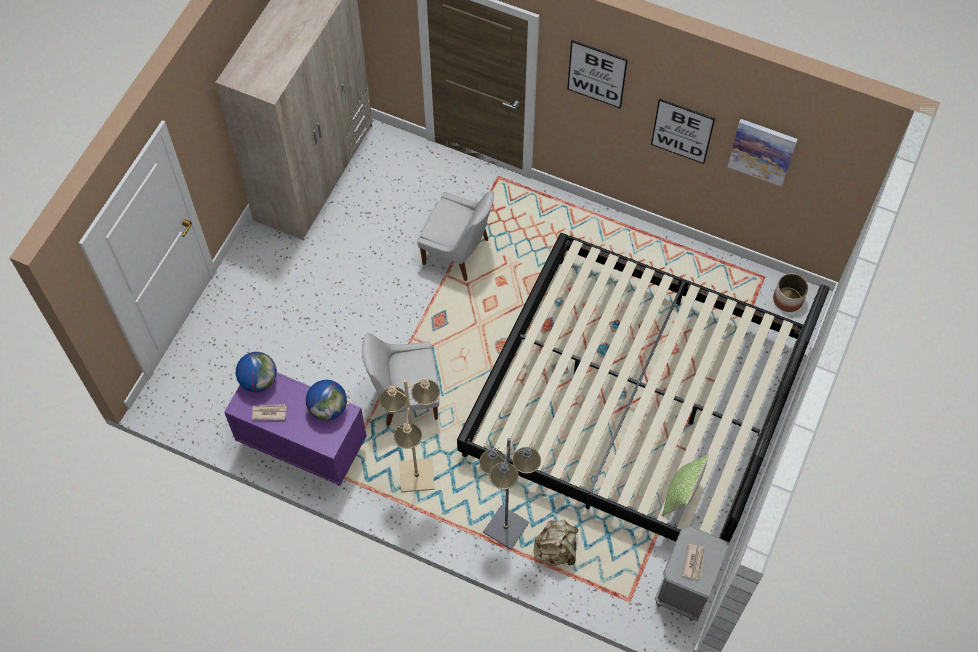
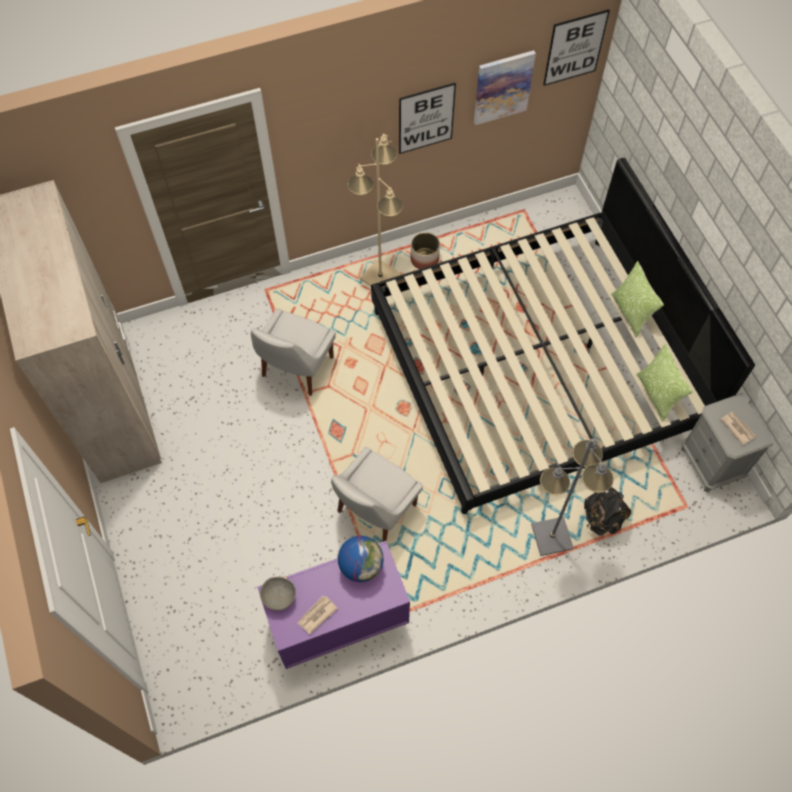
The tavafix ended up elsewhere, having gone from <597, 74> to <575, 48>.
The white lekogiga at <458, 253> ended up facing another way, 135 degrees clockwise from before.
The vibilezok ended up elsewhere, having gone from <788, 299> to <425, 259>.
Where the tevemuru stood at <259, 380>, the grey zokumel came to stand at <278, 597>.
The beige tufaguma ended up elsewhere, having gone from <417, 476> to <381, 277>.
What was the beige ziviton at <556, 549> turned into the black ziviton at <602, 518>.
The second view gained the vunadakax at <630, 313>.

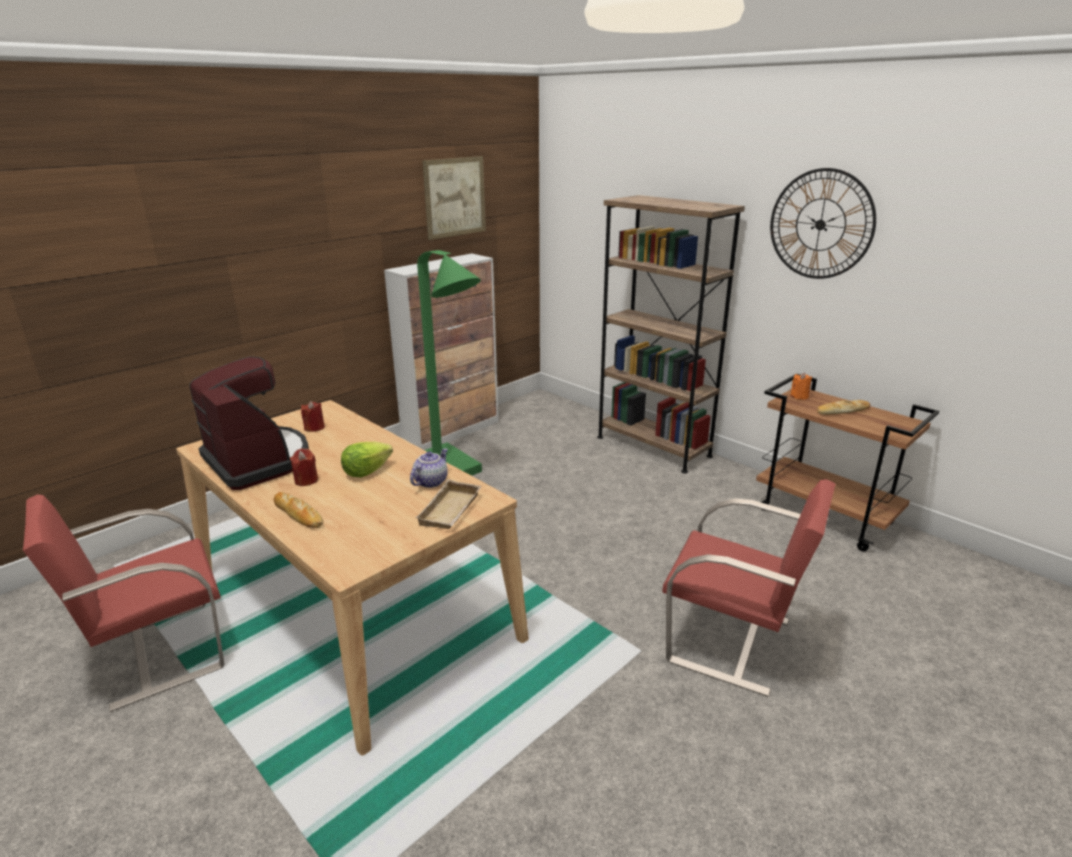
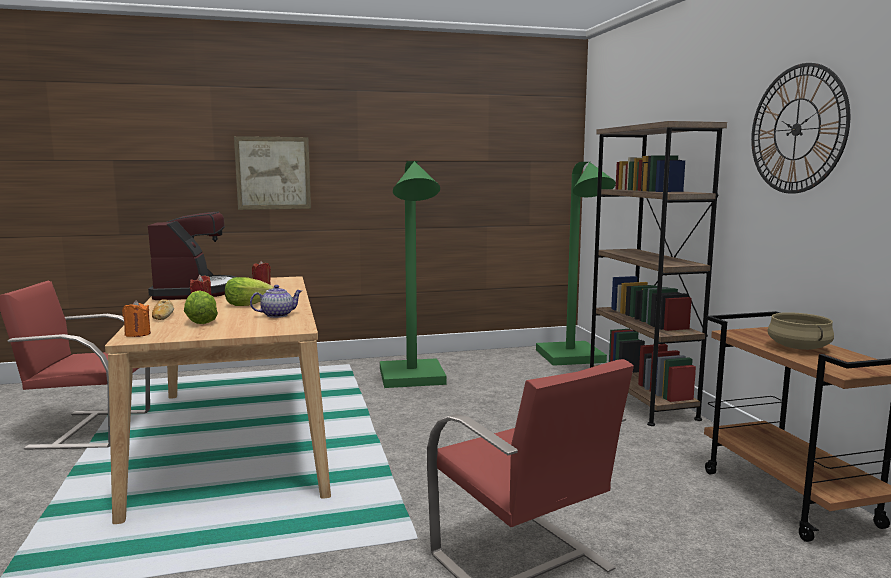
The tavafix ended up elsewhere, having gone from <454, 197> to <273, 173>.
The second view lost the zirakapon at <452, 432>.
The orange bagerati ended up elsewhere, having gone from <799, 396> to <137, 334>.
Where the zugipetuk stood at <842, 411>, the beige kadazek came to stand at <799, 347>.
The second view lost the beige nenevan at <451, 511>.
The second view gained the green tufaguma at <574, 359>.
The second view gained the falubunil at <200, 322>.

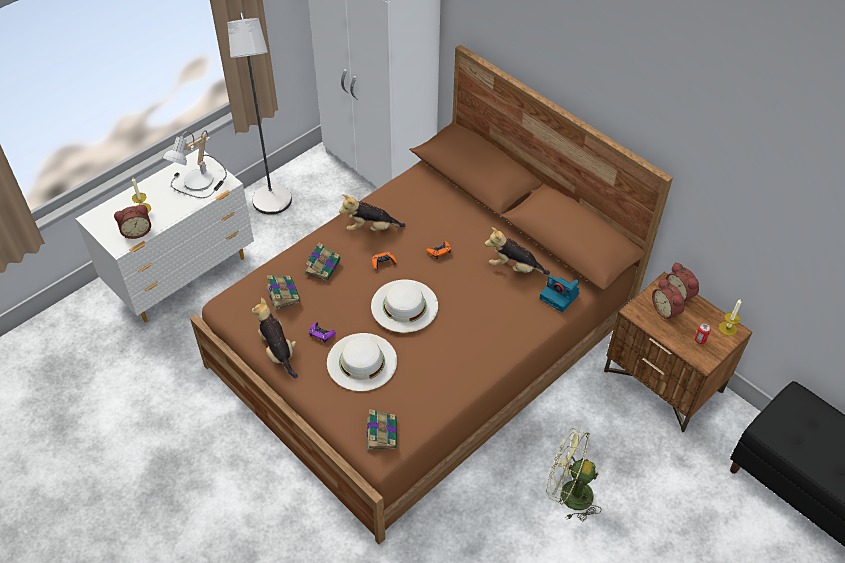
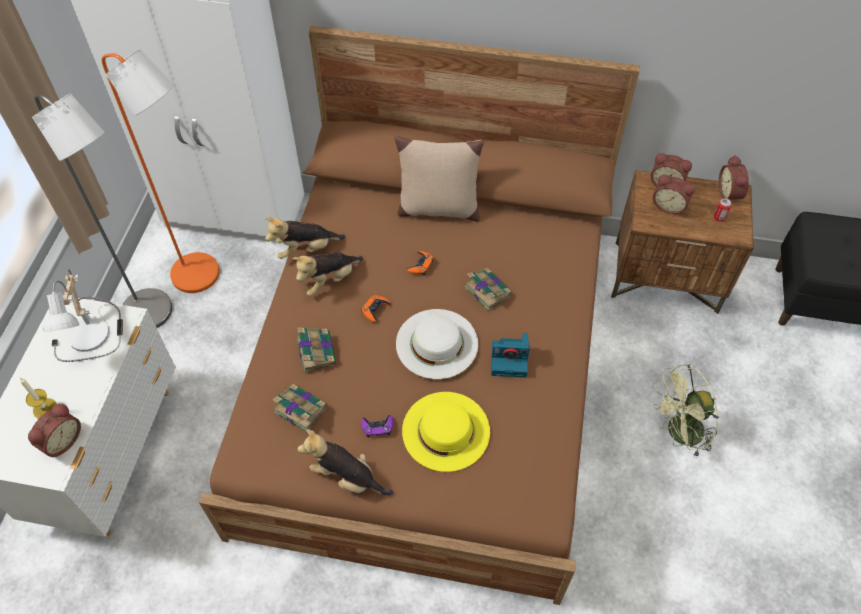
The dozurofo ended up elsewhere, having gone from <514, 267> to <306, 249>.
The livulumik ended up elsewhere, having gone from <560, 296> to <510, 359>.
Where the bagerati stood at <727, 328>, the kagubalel came to stand at <730, 193>.
What was the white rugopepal at <362, 361> turned into the yellow rugopepal at <445, 430>.
The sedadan ended up elsewhere, having gone from <381, 433> to <487, 290>.
The second view gained the orange tufaguma at <203, 277>.
The second view gained the beige vunadakax at <437, 208>.

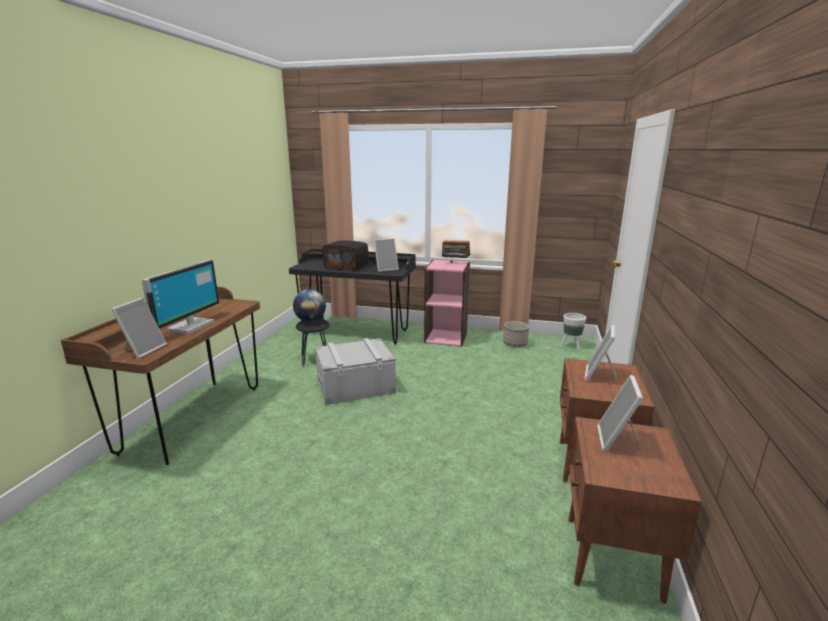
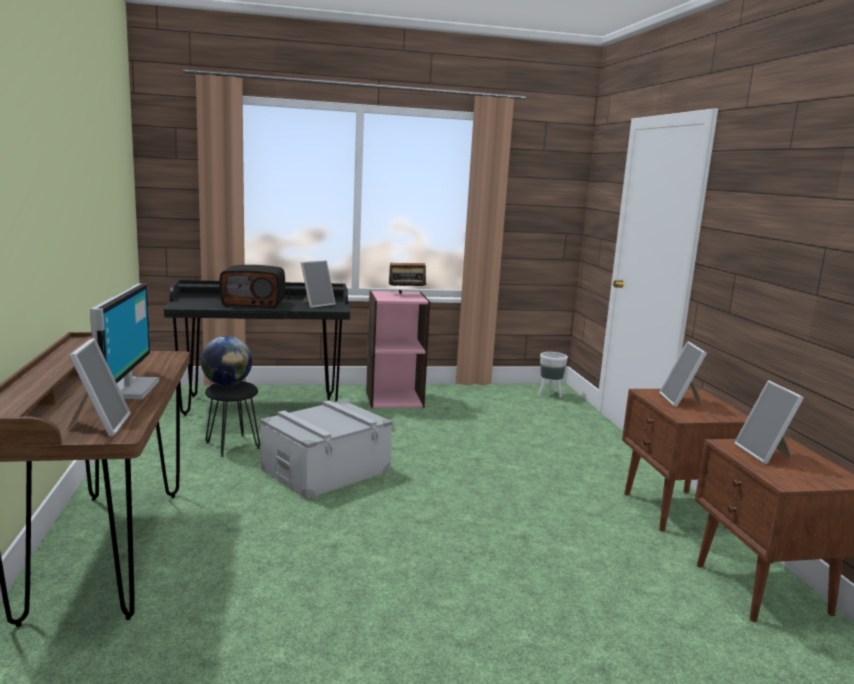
The second view lost the vibilezok at <515, 344>.

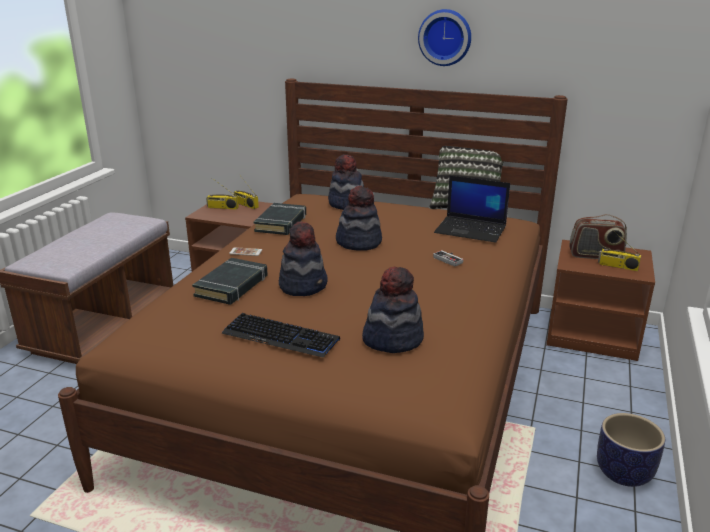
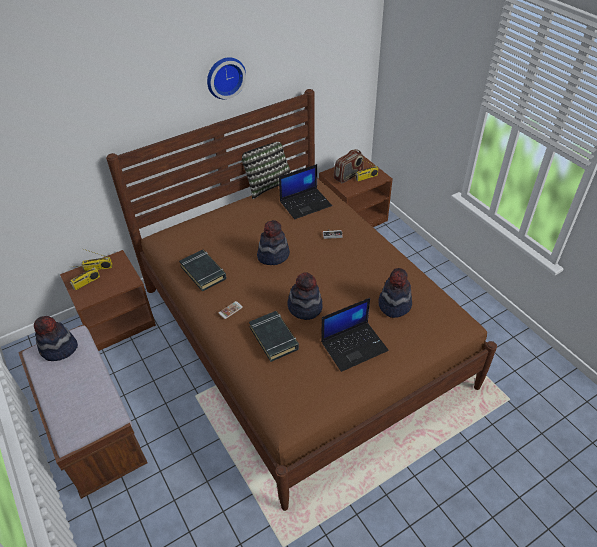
The rugopepal ended up elsewhere, having gone from <347, 204> to <59, 349>.
Where the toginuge stood at <281, 337>, the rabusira came to stand at <354, 345>.
The second view lost the vibilezok at <623, 472>.

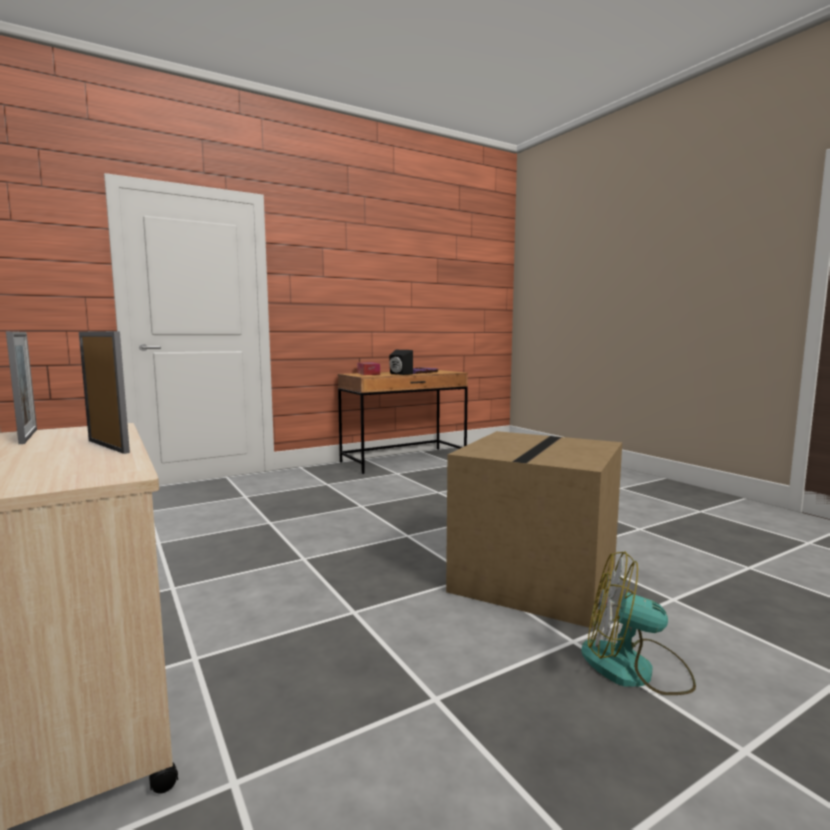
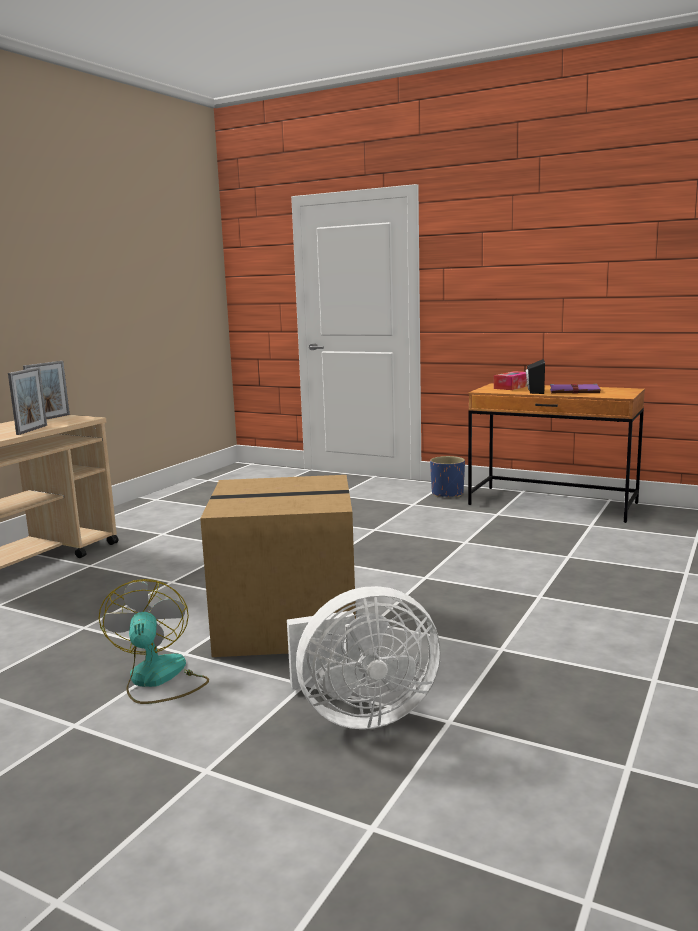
The second view gained the blue vibilezok at <447, 494>.
The second view gained the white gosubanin at <360, 714>.

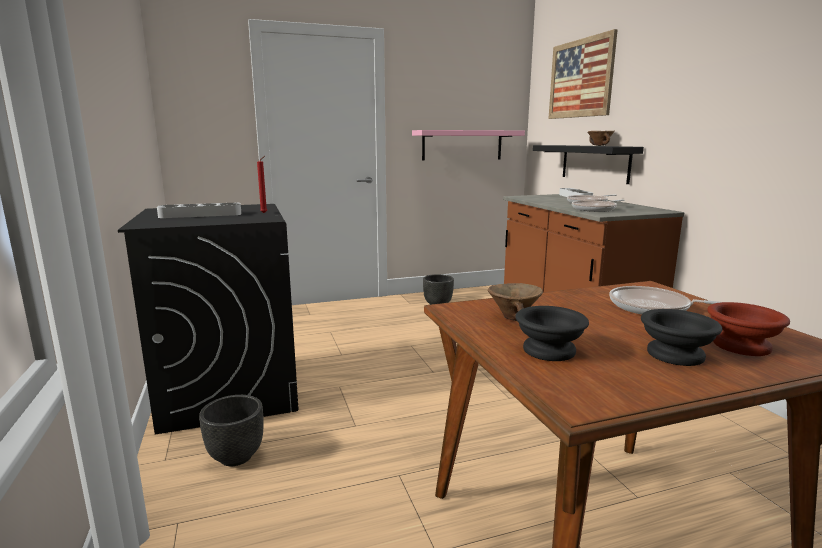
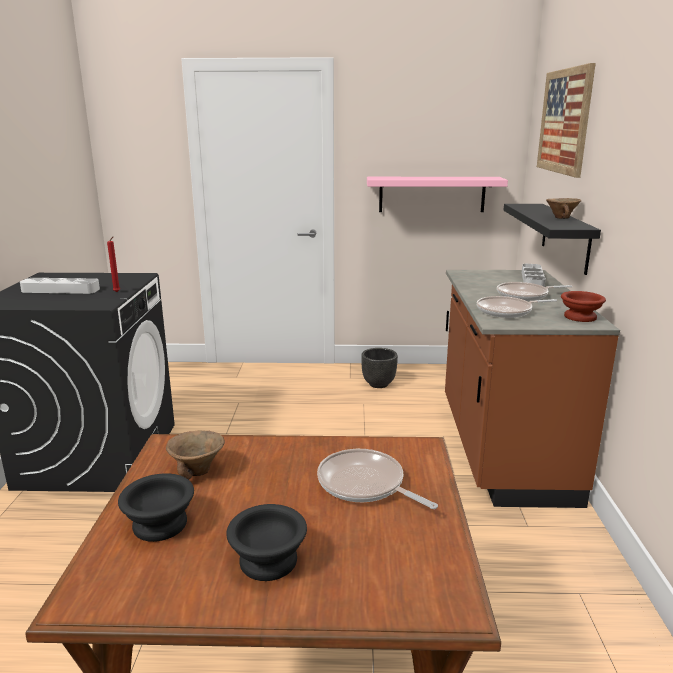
The brown zokumel ended up elsewhere, having gone from <739, 345> to <579, 316>.
The second view lost the black vibilezok at <235, 457>.

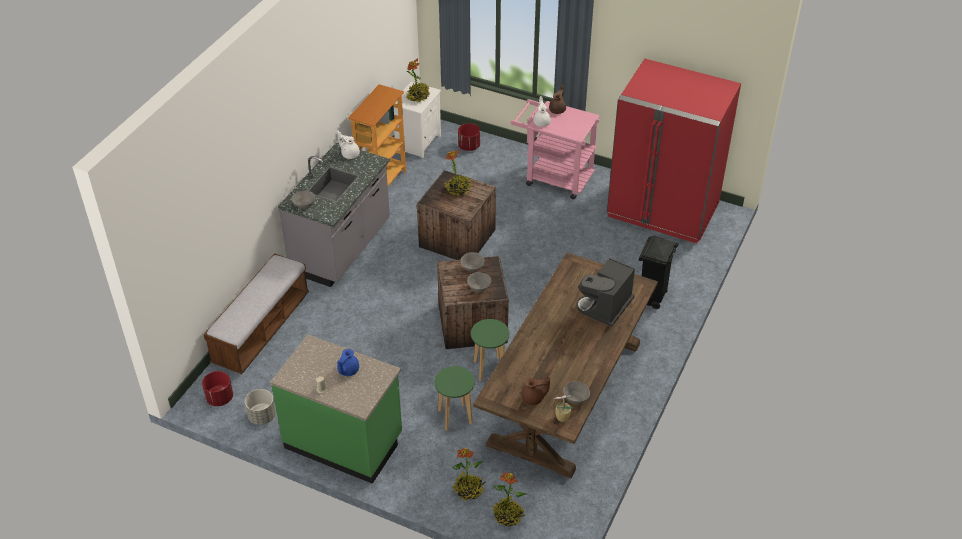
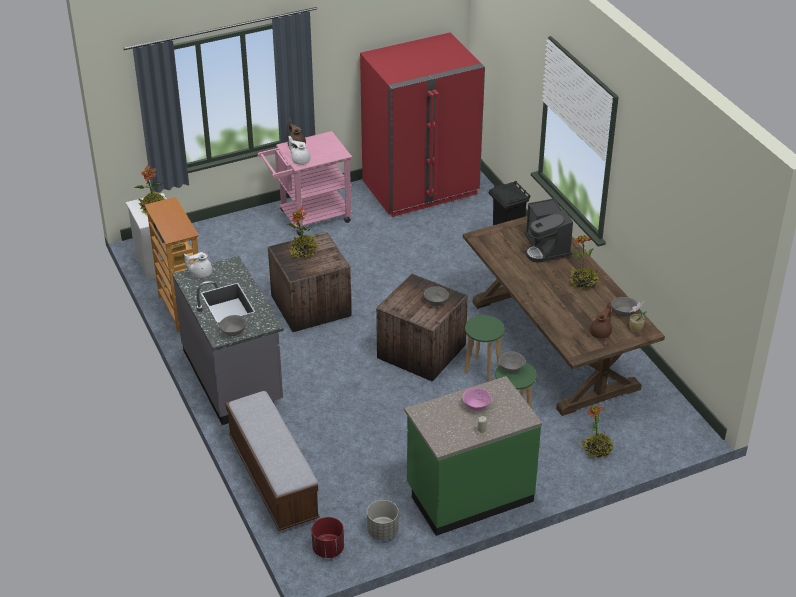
The second view lost the red vibilezok at <469, 146>.
The grey zokumel ended up elsewhere, having gone from <472, 267> to <511, 368>.
Where the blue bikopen stood at <347, 370>, the pink zokumel came to stand at <476, 406>.
The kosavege ended up elsewhere, having gone from <508, 515> to <583, 282>.

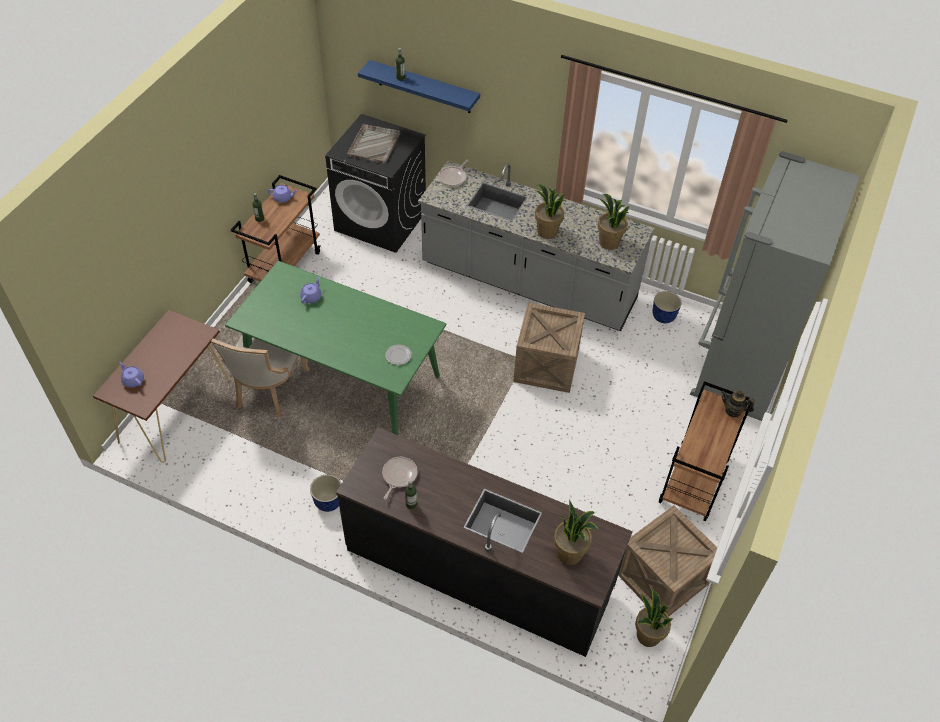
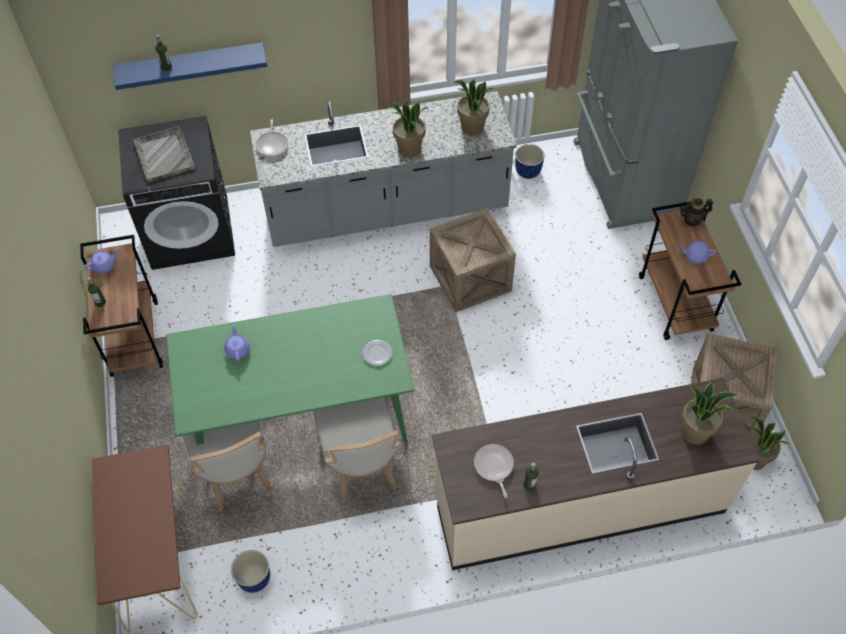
The purple bikopen ended up elsewhere, having gone from <133, 380> to <695, 256>.
What was the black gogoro at <479, 569> turned into the beige gogoro at <578, 502>.
The vibilezok ended up elsewhere, having gone from <329, 502> to <255, 579>.
The second view gained the beige lekogiga at <361, 465>.

